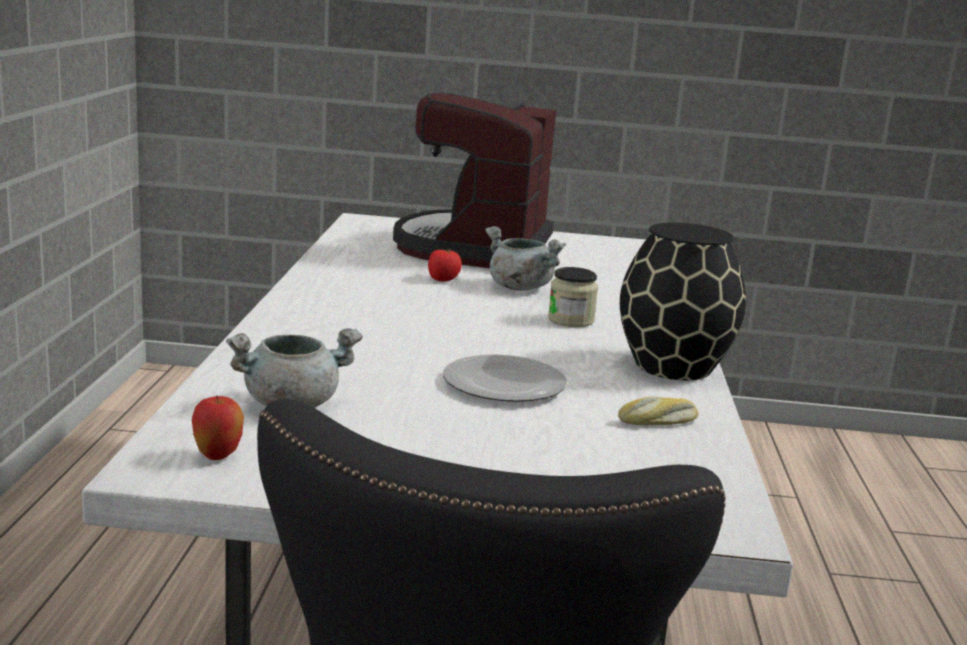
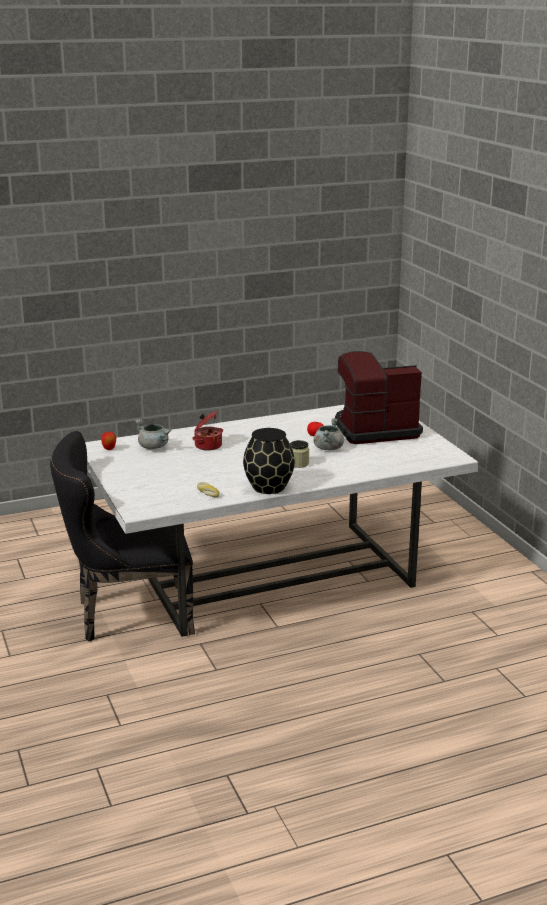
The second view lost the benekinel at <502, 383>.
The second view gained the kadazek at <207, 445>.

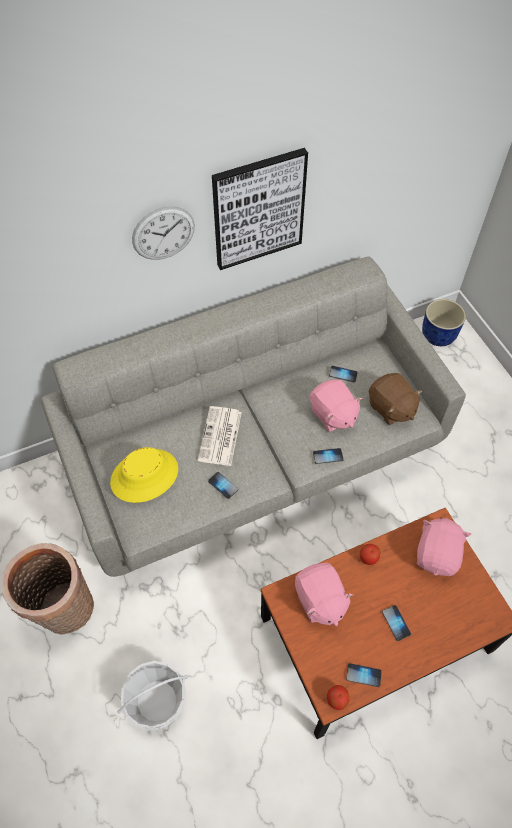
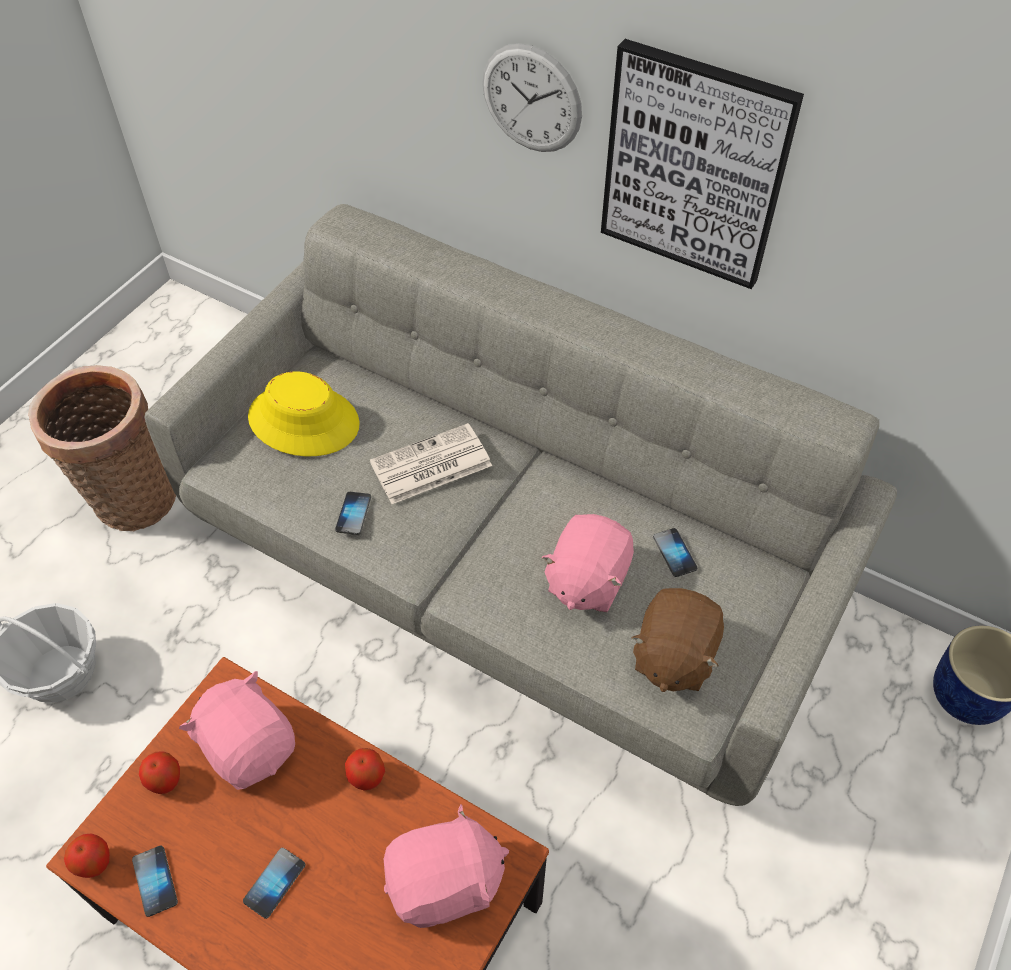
The second view lost the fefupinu at <328, 456>.
The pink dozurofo at <320, 600> ended up facing another way, 105 degrees clockwise from before.
The second view gained the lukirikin at <165, 780>.

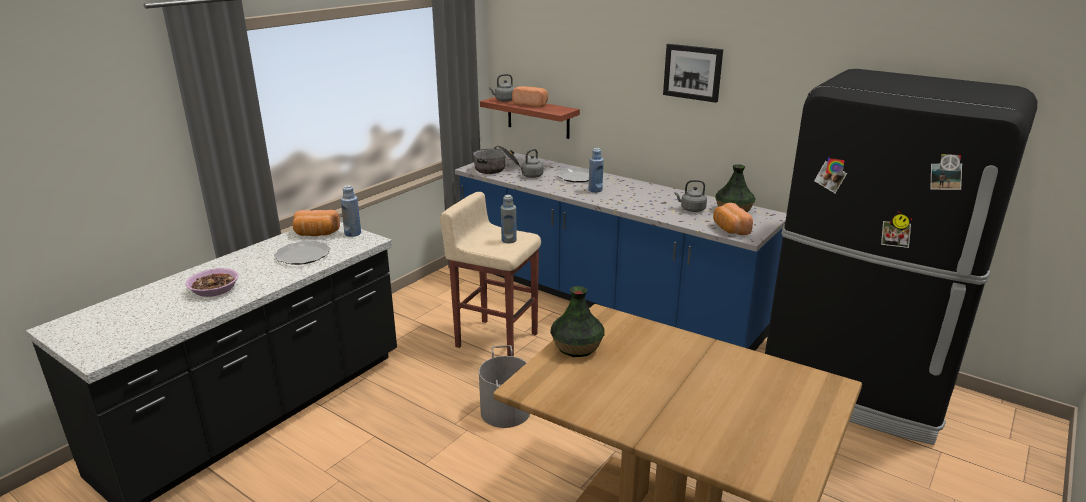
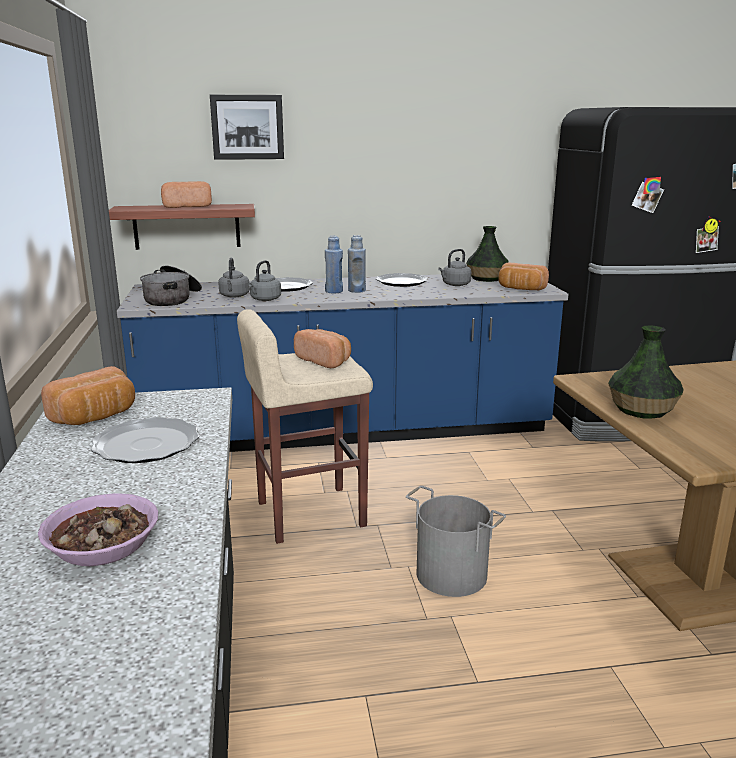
The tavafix ended up elsewhere, having gone from <693, 72> to <247, 127>.
The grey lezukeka ended up elsewhere, having gone from <504, 100> to <264, 299>.
The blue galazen ended up elsewhere, having gone from <353, 233> to <356, 290>.
Where the grey galazen stood at <509, 240>, the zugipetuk came to stand at <325, 361>.
The second view gained the benekinel at <401, 282>.

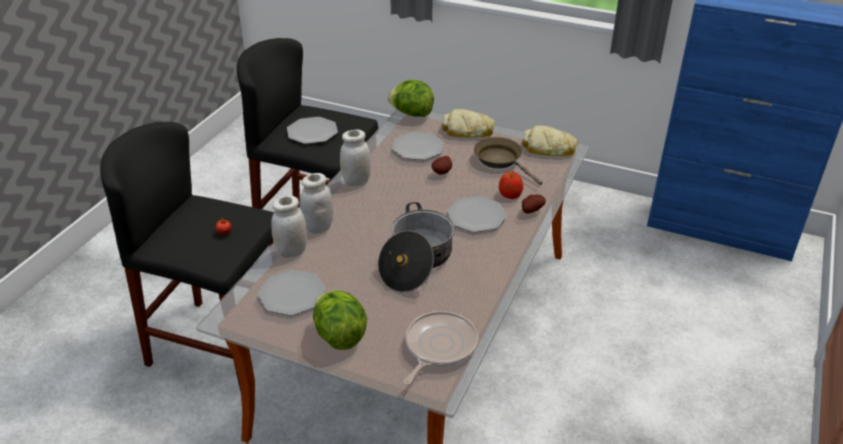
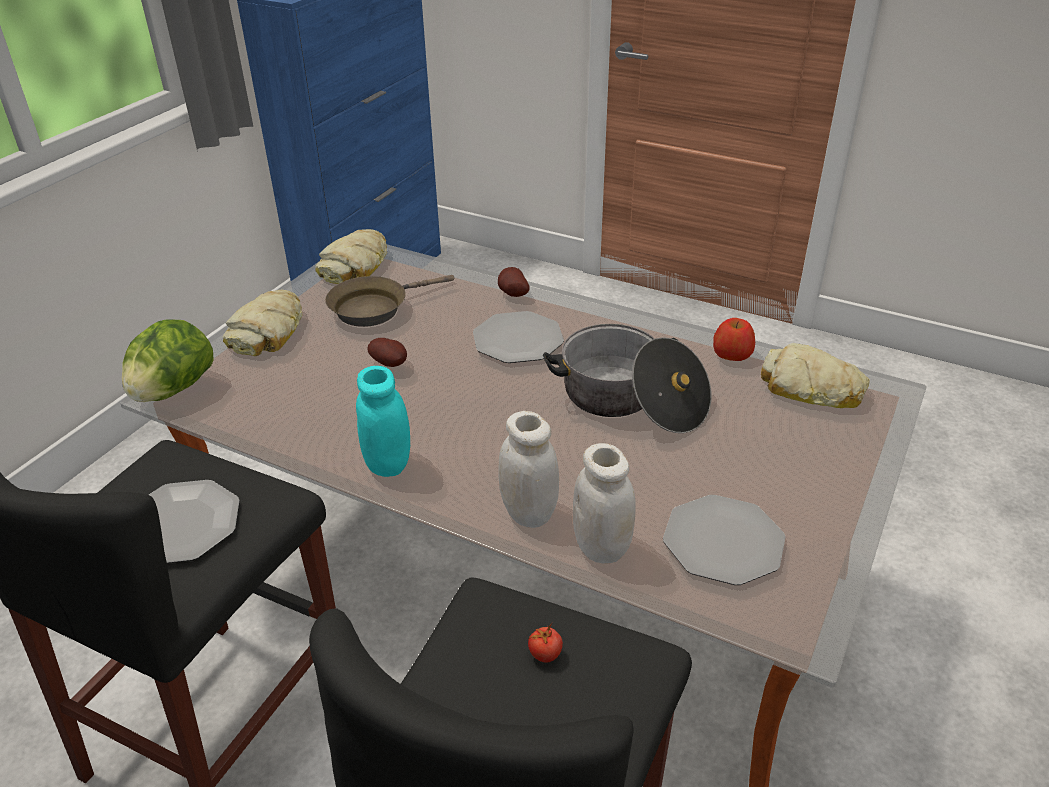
What was the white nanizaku at <356, 181> turned into the turquoise nanizaku at <388, 464>.
The second view lost the benekinel at <418, 147>.
The lukirikin ended up elsewhere, having gone from <510, 194> to <731, 354>.
The second view lost the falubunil at <339, 335>.
Where the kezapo stood at <438, 347>, the zugipetuk came to stand at <811, 388>.

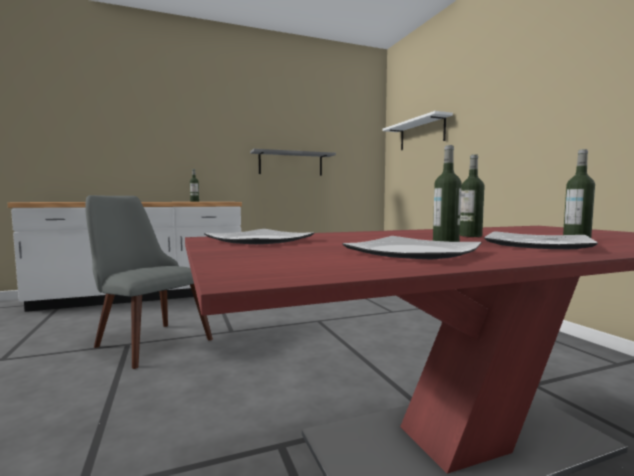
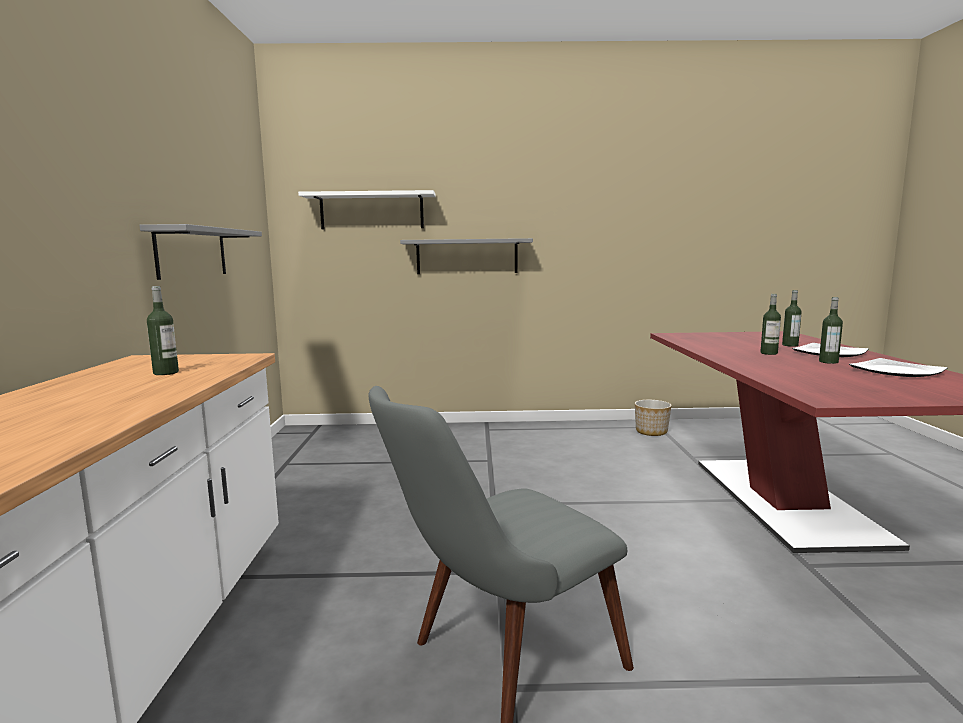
The second view lost the benekinel at <260, 240>.
The second view gained the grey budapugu at <467, 256>.
The second view gained the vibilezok at <651, 431>.

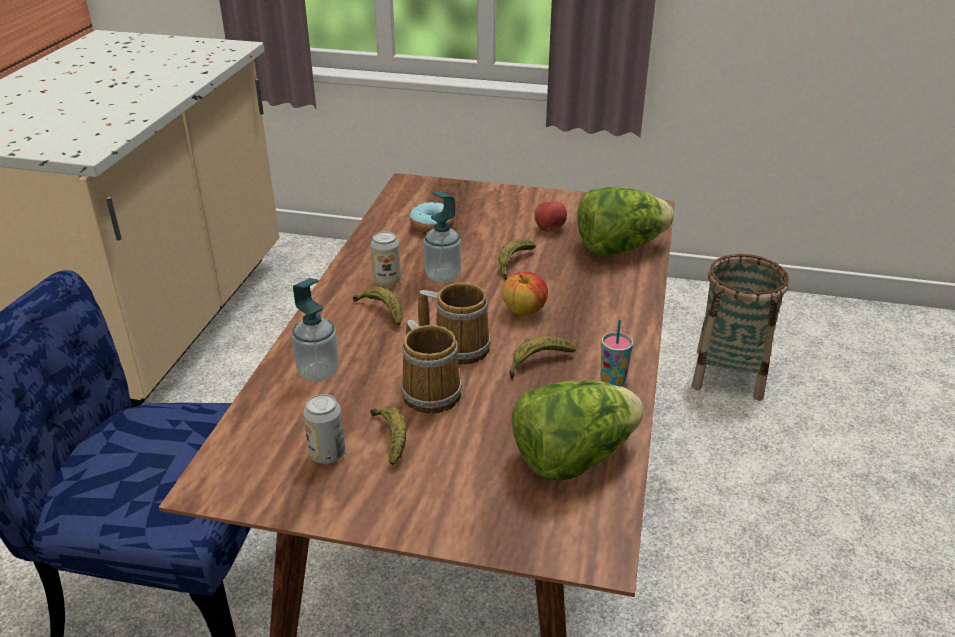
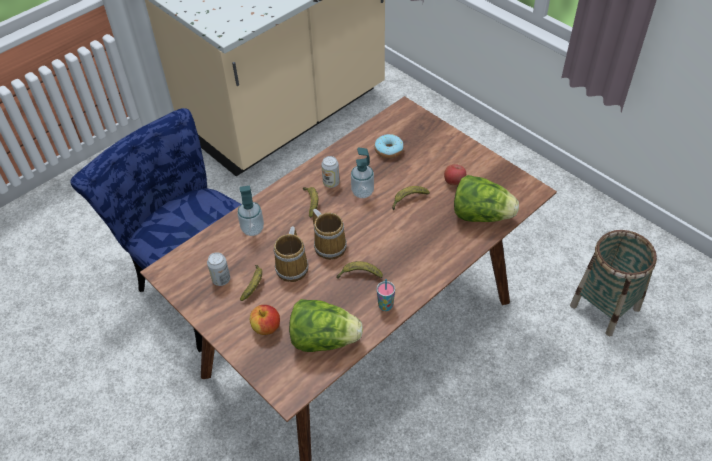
The lukirikin ended up elsewhere, having gone from <524, 311> to <266, 328>.

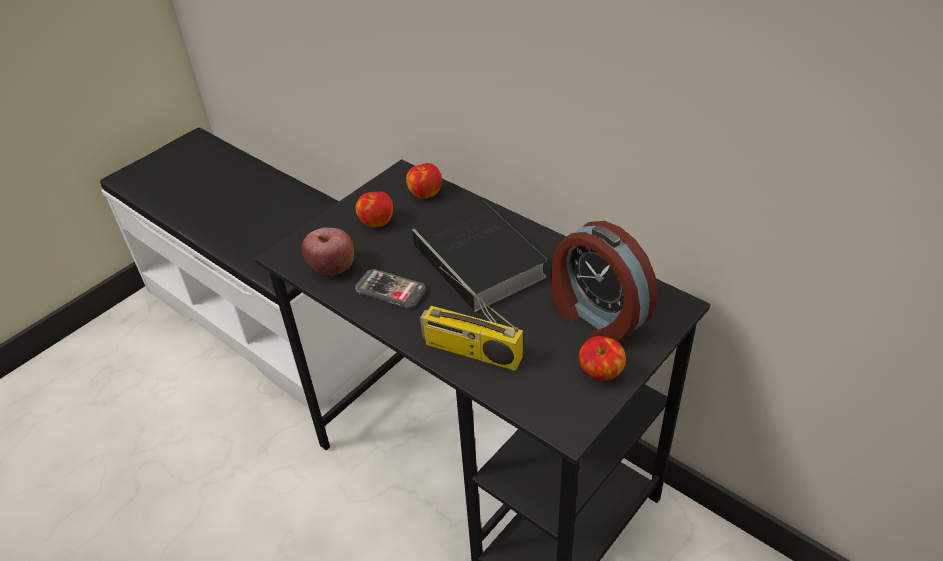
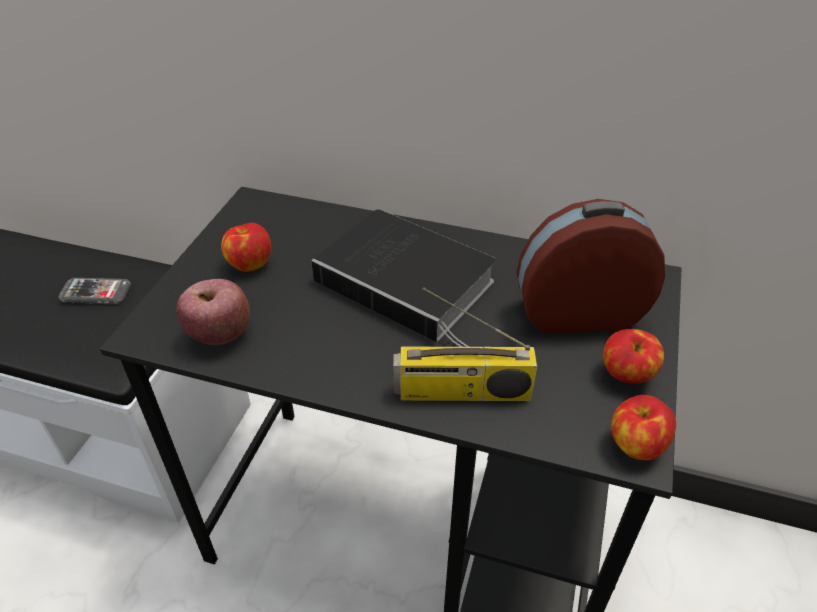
The lukirikin ended up elsewhere, having gone from <425, 193> to <635, 445>.
The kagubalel at <596, 316> ended up facing another way, 150 degrees clockwise from before.
The fefupinu ended up elsewhere, having gone from <390, 290> to <96, 292>.

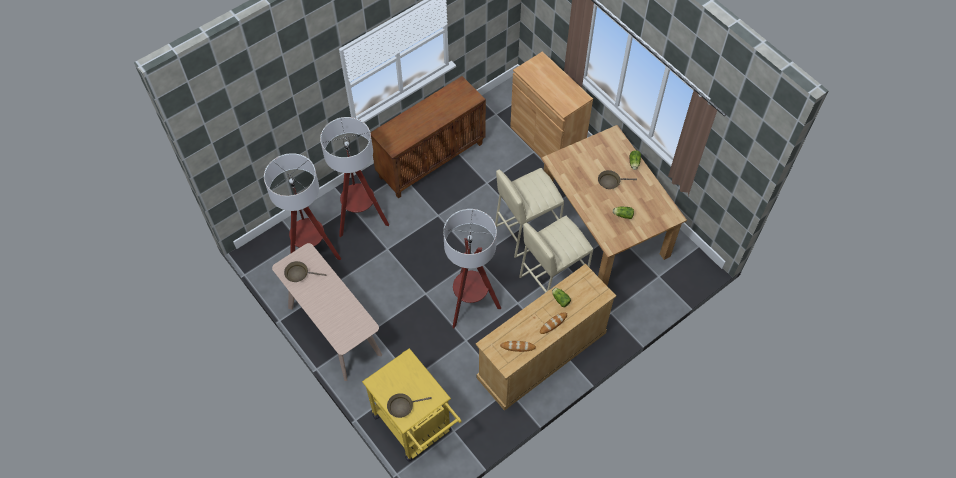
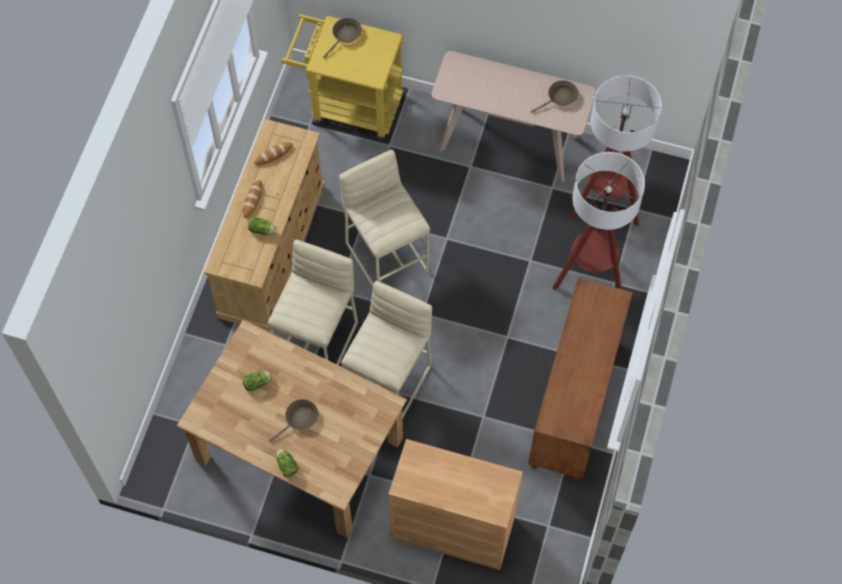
Where the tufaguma stood at <471, 305>, the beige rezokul came to stand at <387, 256>.

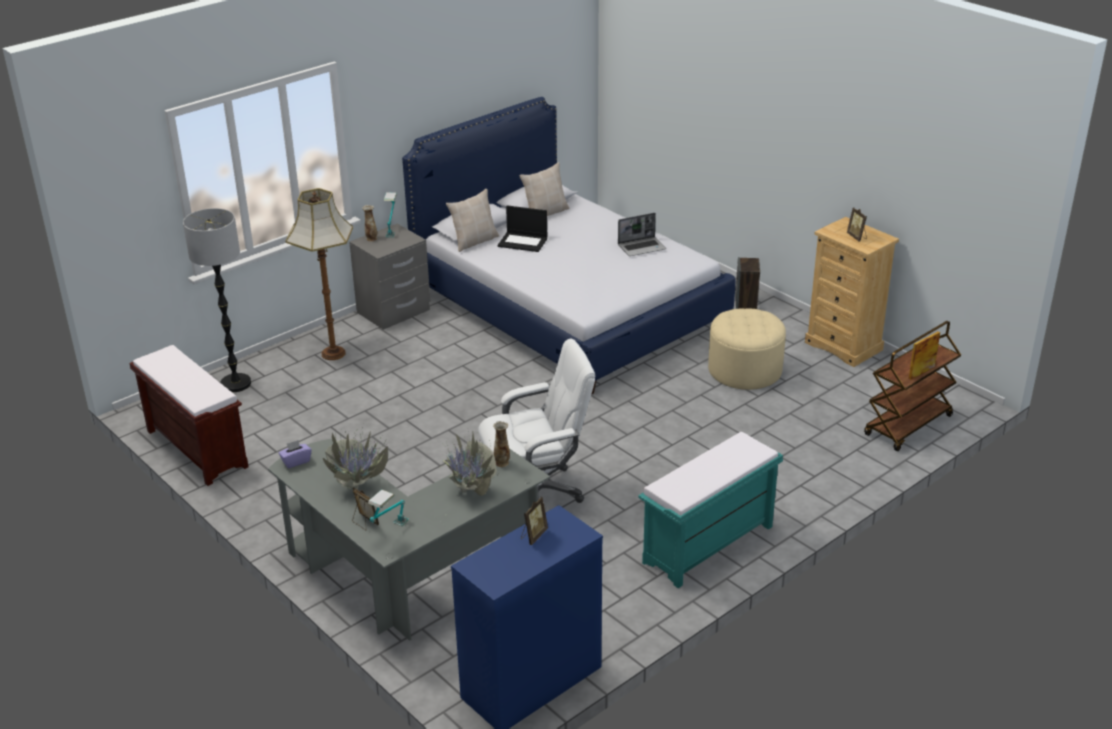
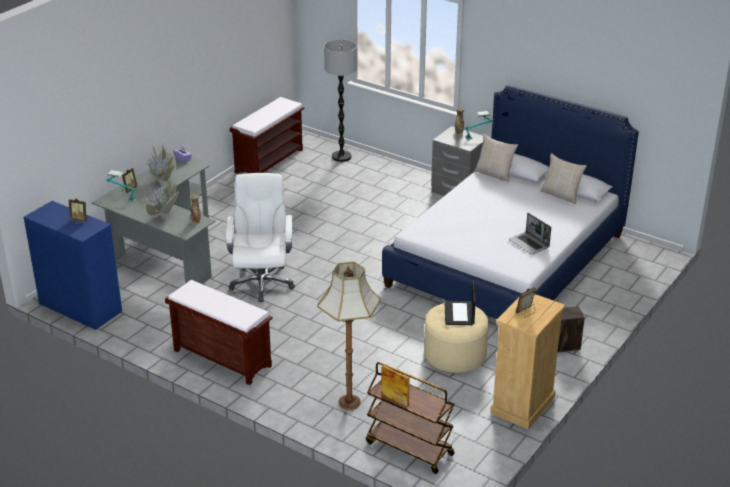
The tufaguma ended up elsewhere, having gone from <334, 353> to <350, 402>.
The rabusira ended up elsewhere, having gone from <523, 242> to <459, 313>.
The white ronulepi at <537, 492> ended up facing another way, 150 degrees counterclockwise from before.
What was the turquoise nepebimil at <707, 546> turned into the brown nepebimil at <221, 358>.

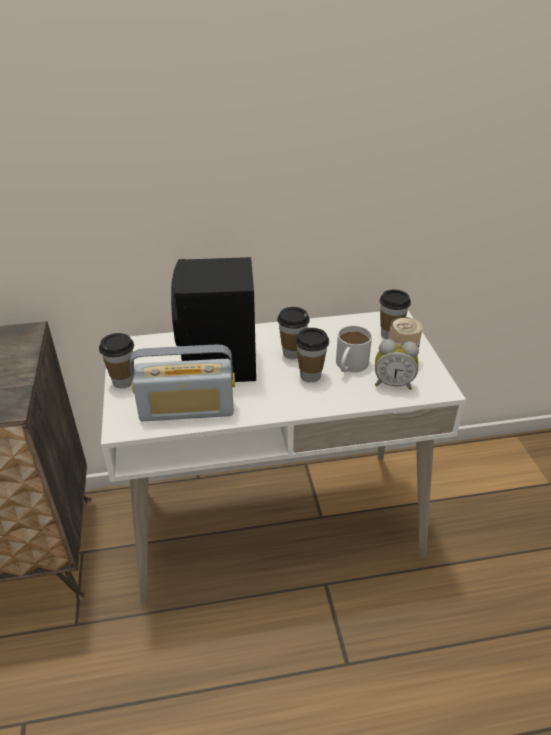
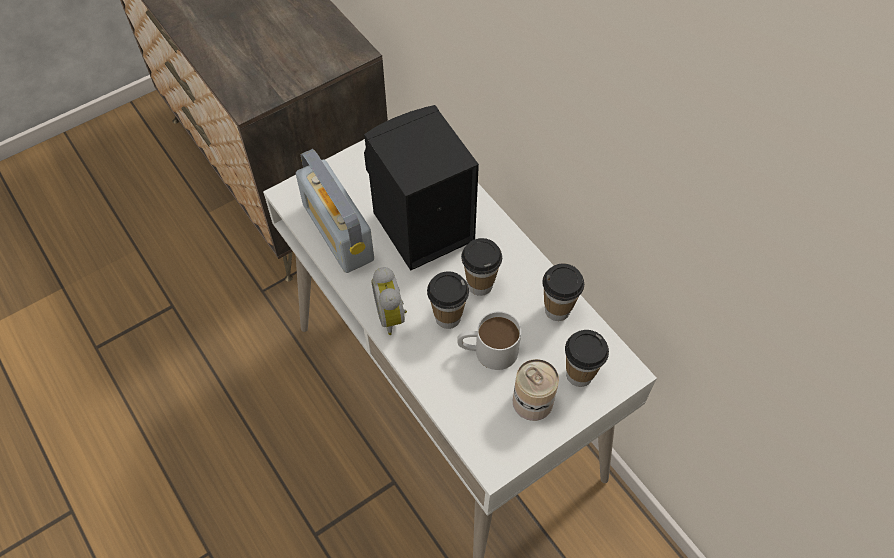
The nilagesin ended up elsewhere, having gone from <123, 381> to <557, 310>.
The kagubalel ended up elsewhere, having gone from <393, 383> to <393, 315>.

